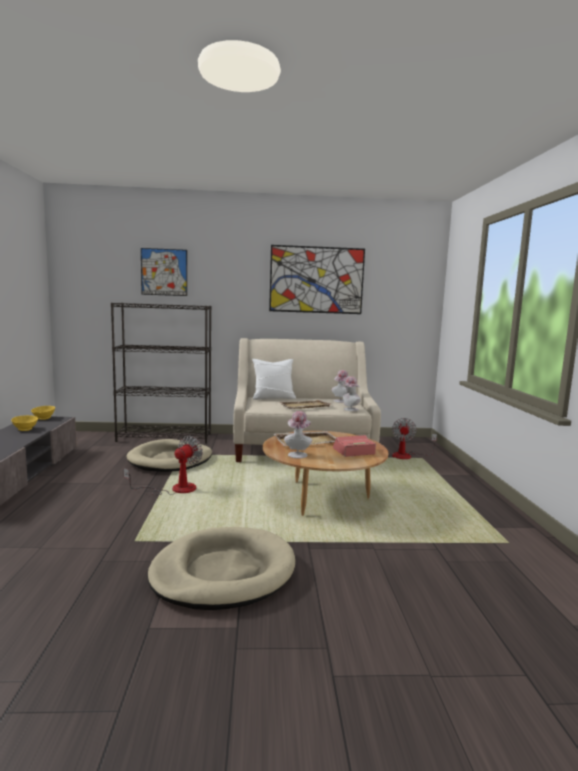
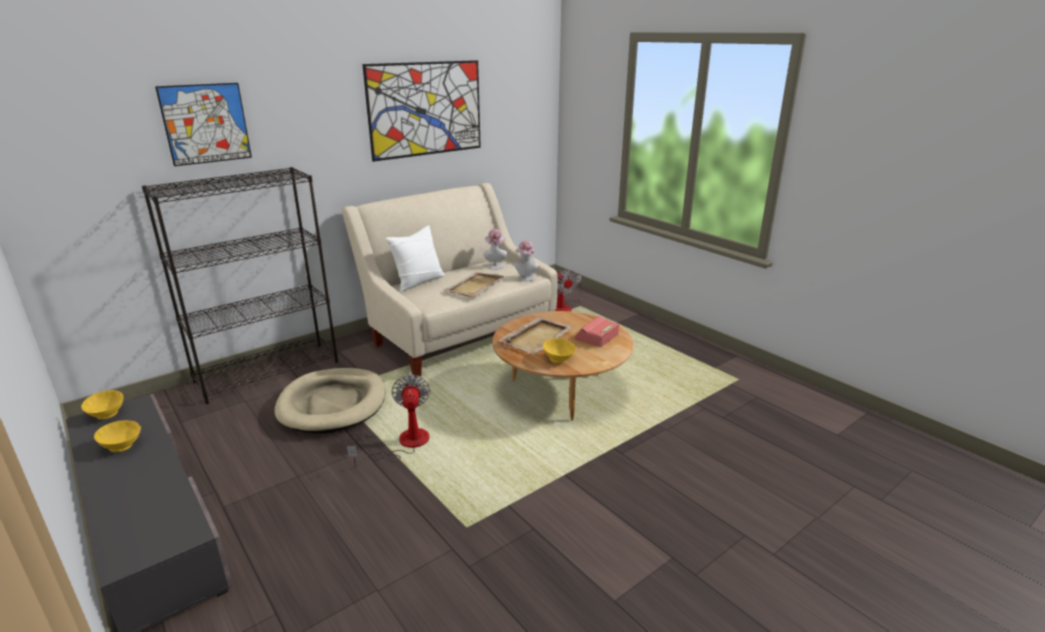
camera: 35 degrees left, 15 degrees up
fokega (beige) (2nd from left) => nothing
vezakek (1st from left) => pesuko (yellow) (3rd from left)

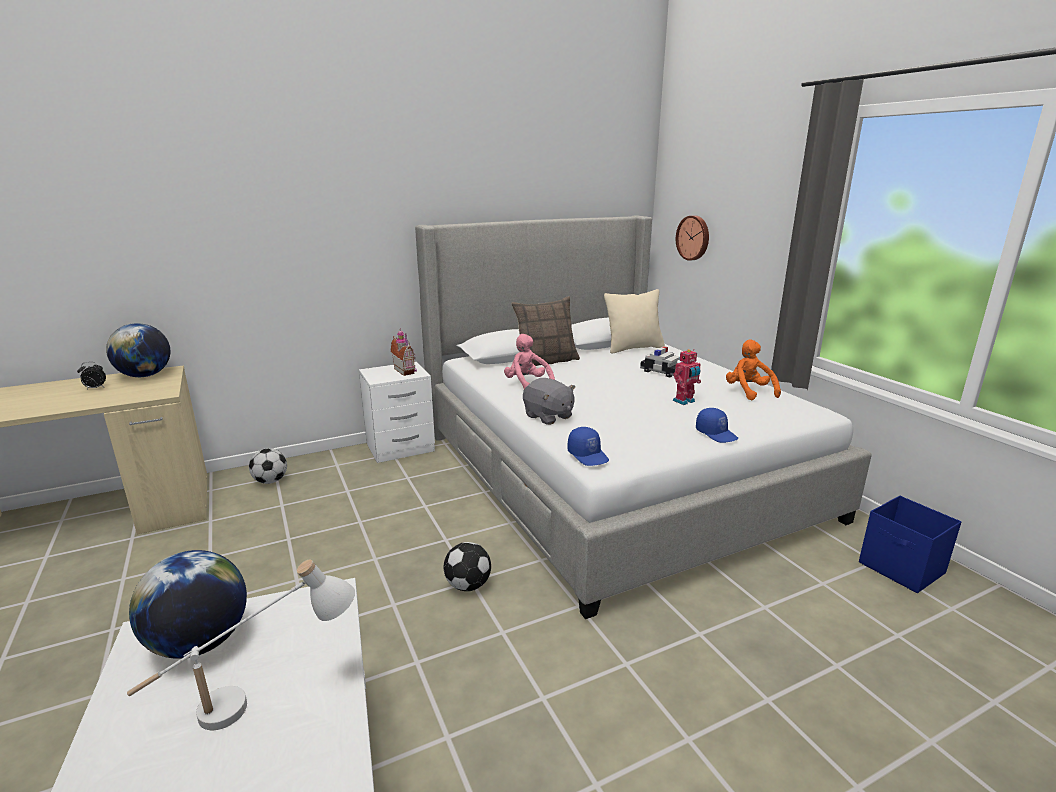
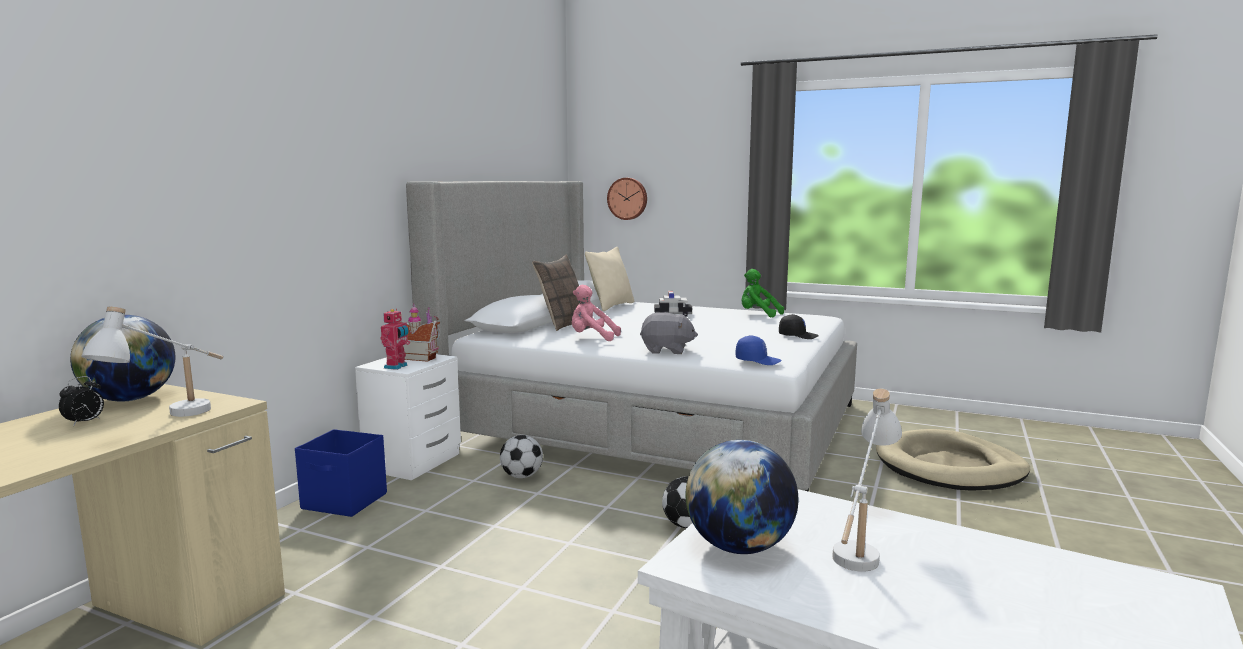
camera: 40 degrees left, 10 degrees down
nothing => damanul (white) (1st from left)
nothing => fokega (beige)
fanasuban (1st from left), moved
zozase, moved
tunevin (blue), moved
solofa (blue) (2nd from left) => solofa (black)
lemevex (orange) => lemevex (green)

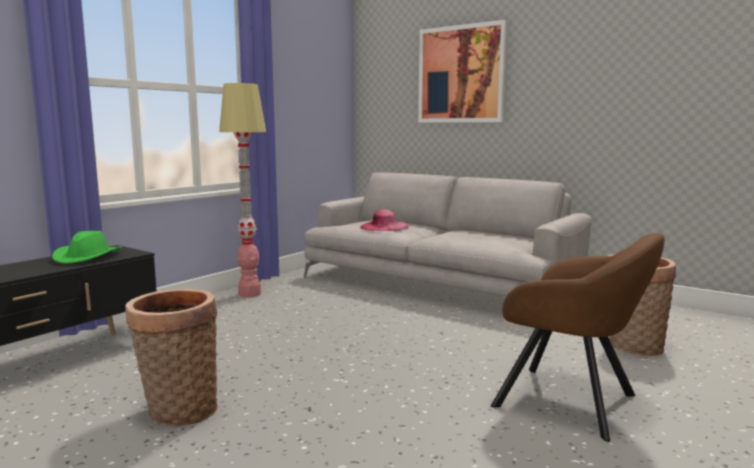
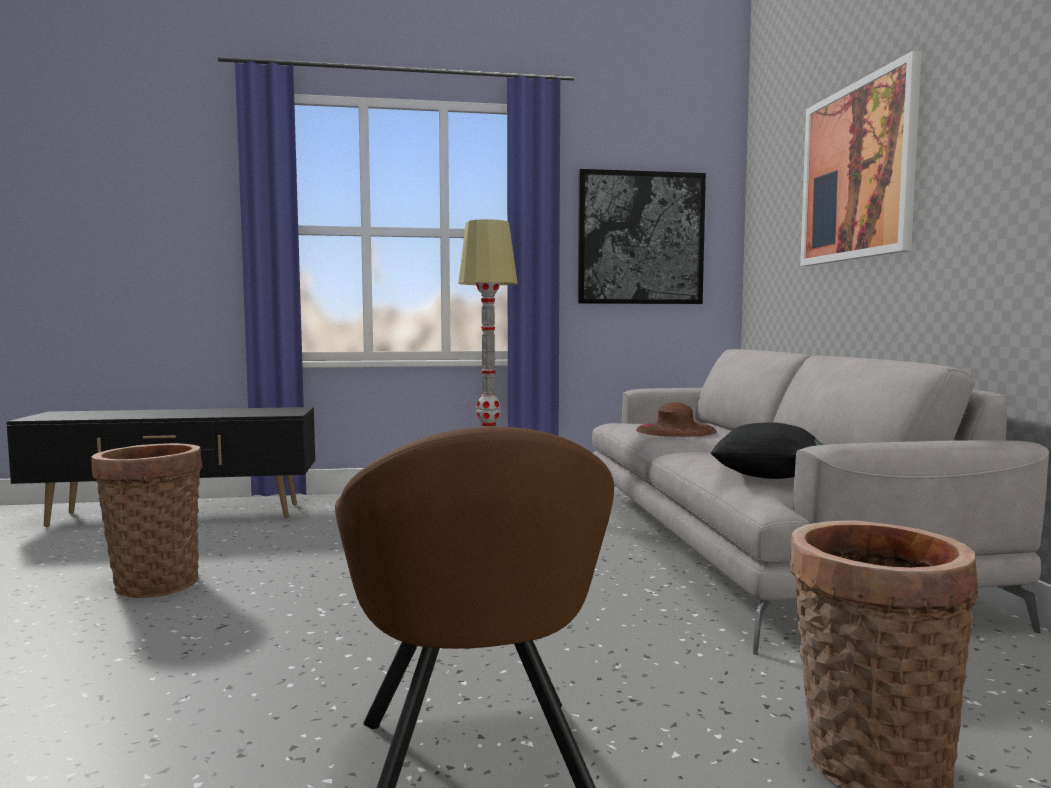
camera: 45 degrees right, 5 degrees down
vezakek (green) => nothing
nothing => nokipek (1st from left)
nothing => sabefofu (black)
vezakek (pink) => vezakek (brown)

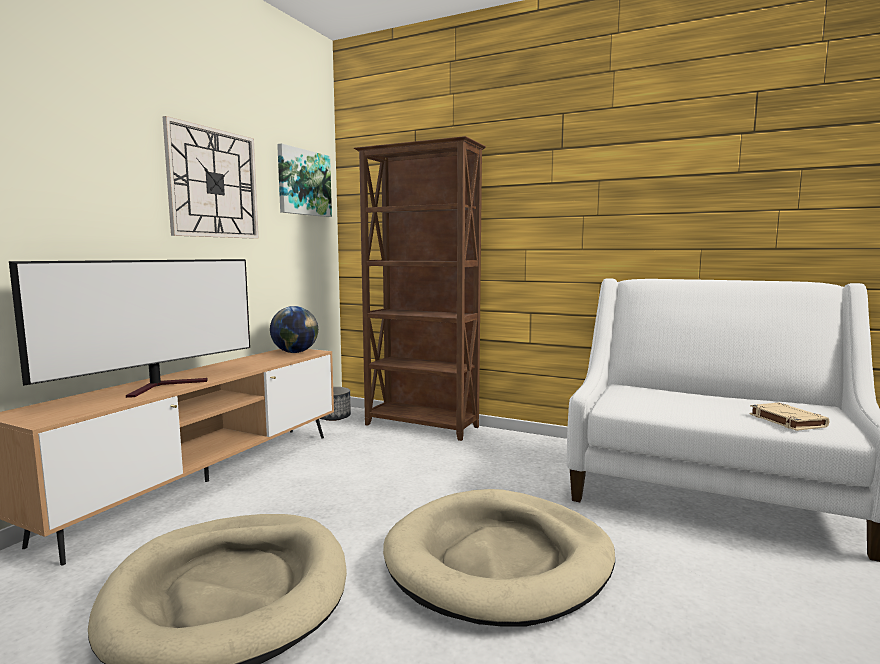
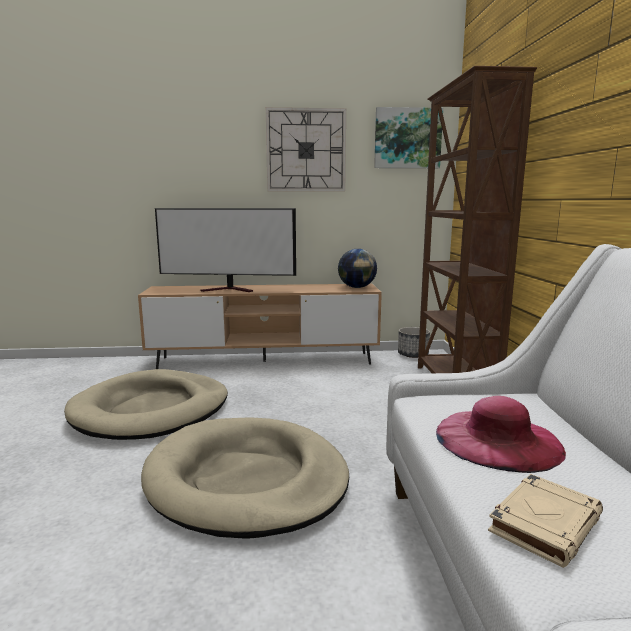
camera: 60 degrees right, 5 degrees up
nothing => vezakek (pink)

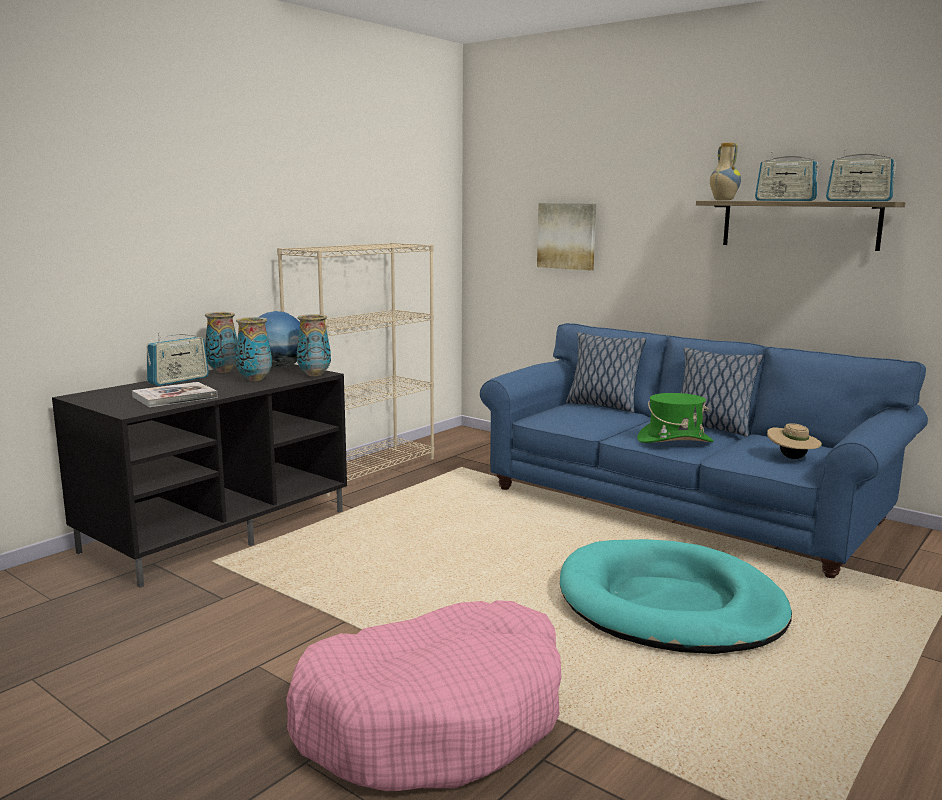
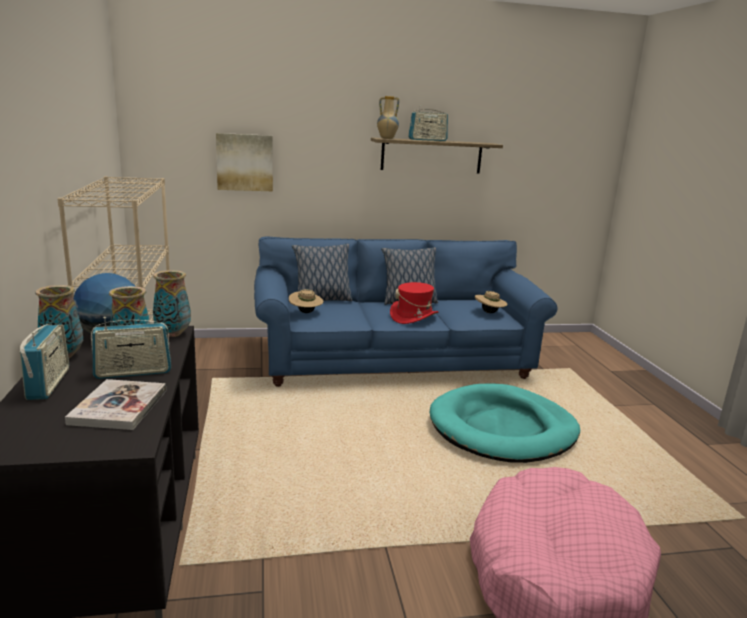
camera: 50 degrees left, 5 degrees up
nothing => vezakek (beige) (1st from left)
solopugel (3rd from left in the first image) => solopugel (2nd from left), moved
vezakek (green) => vezakek (red)

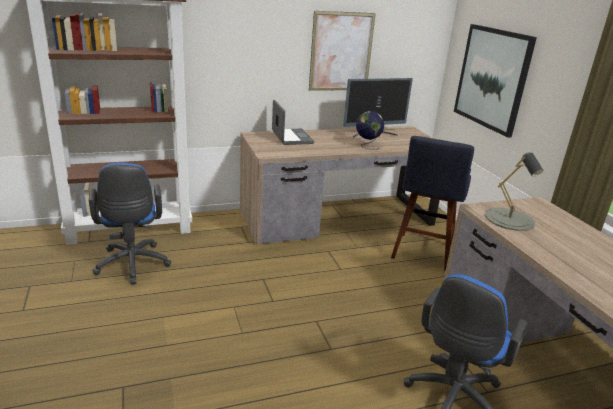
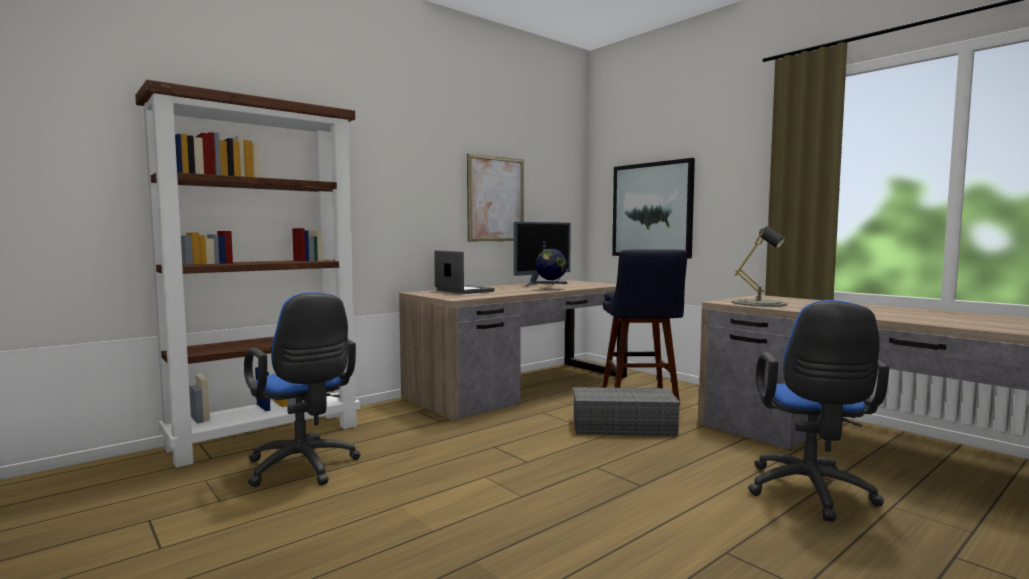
camera: 20 degrees left, 20 degrees down
nothing => tunevin (grey)

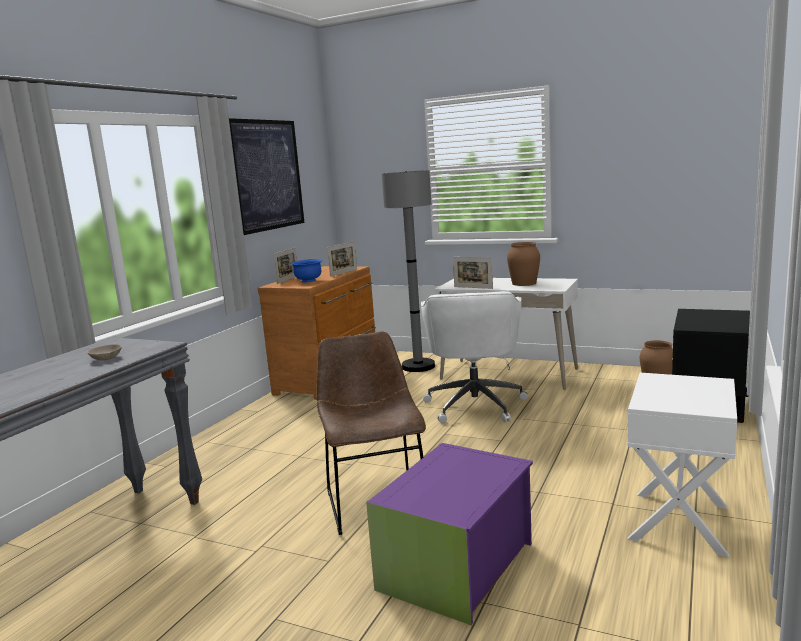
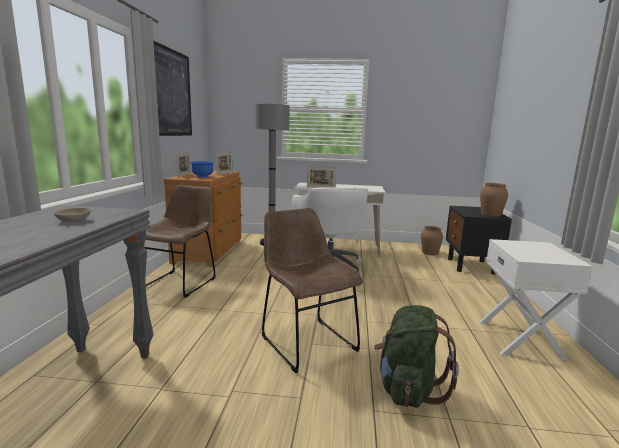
camera: 20 degrees left, 0 degrees up
nothing => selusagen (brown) (1st from left)
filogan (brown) (1st from left in the first image) => filogan (brown) (2nd from left), moved
tunevin (purple) => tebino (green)

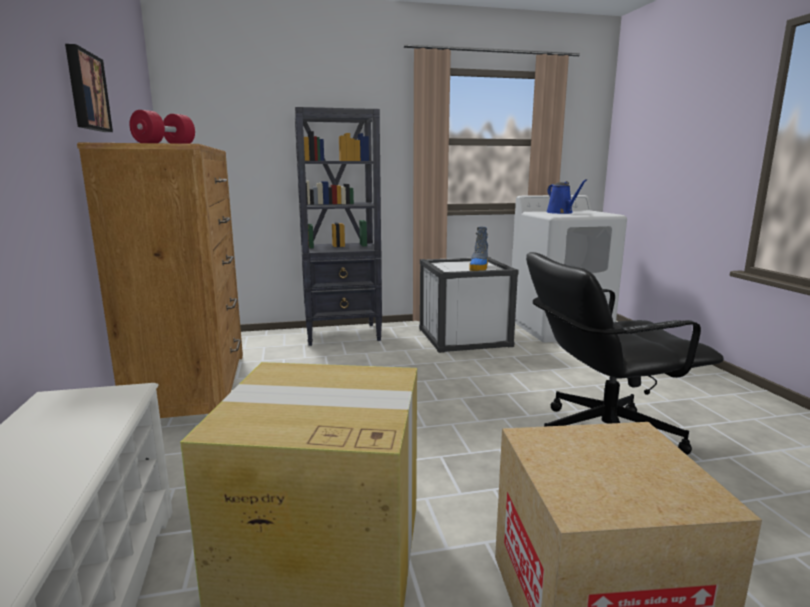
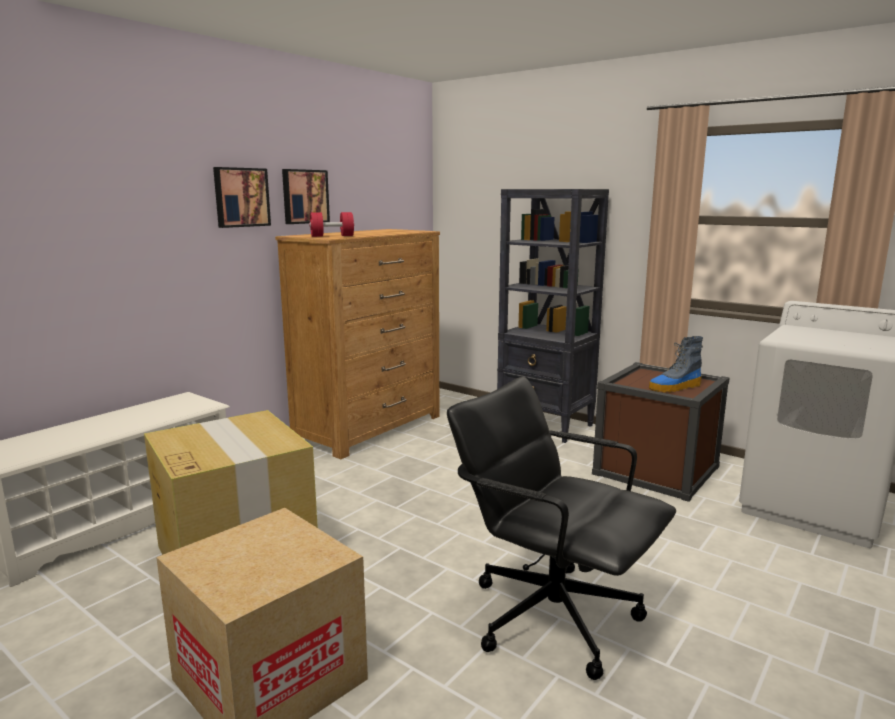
camera: 50 degrees right, 0 degrees up
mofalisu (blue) => nothing
nothing => nokipek (1st from left)
tunevin (white) => tunevin (brown)

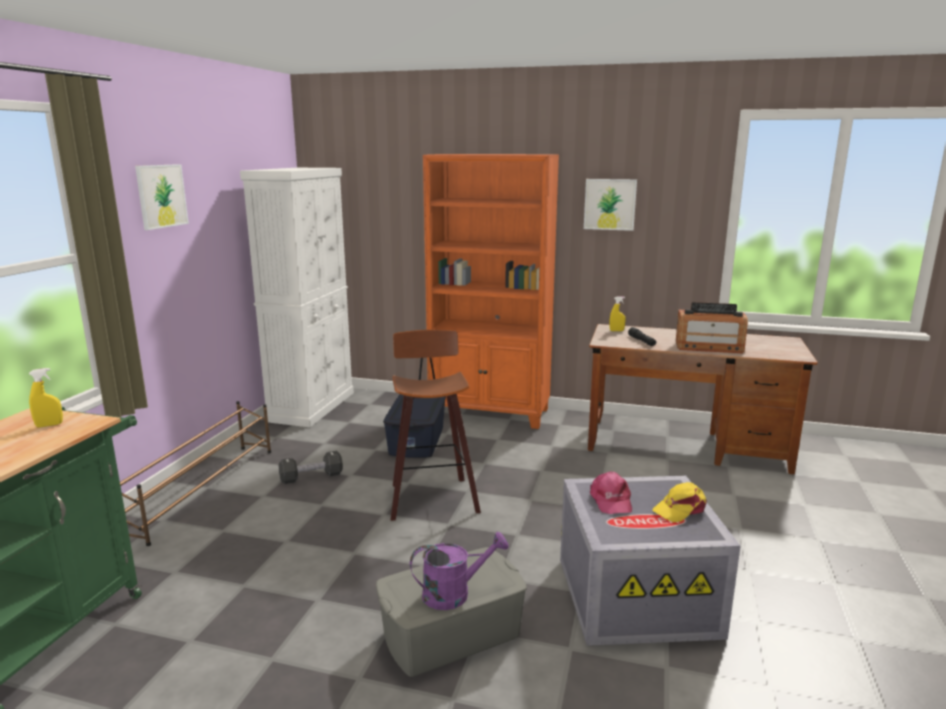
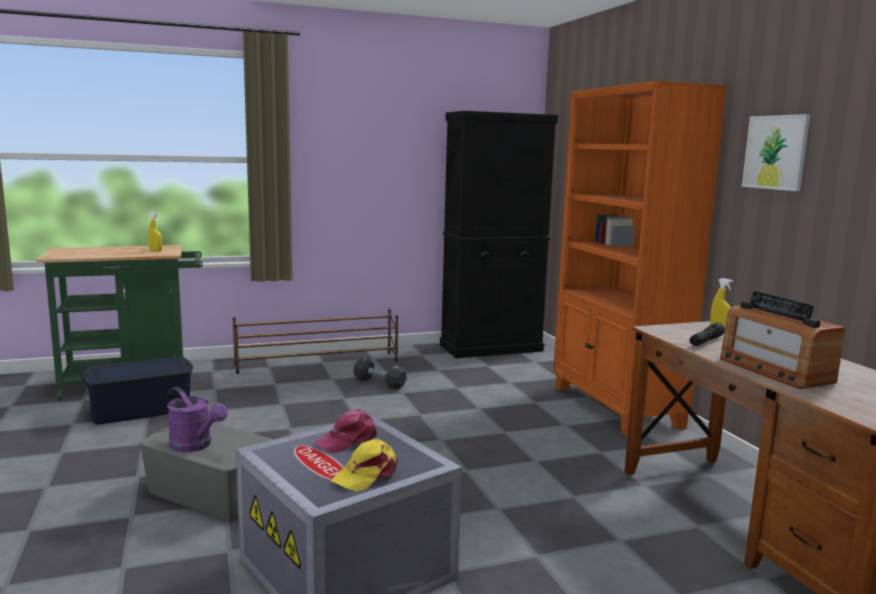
camera: 55 degrees right, 5 degrees down
nokipek (1st from left) => nothing
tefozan => nothing
tunevin (blue), moved
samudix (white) => samudix (black)
solofa (yellow), 75 degrees counterclockwise

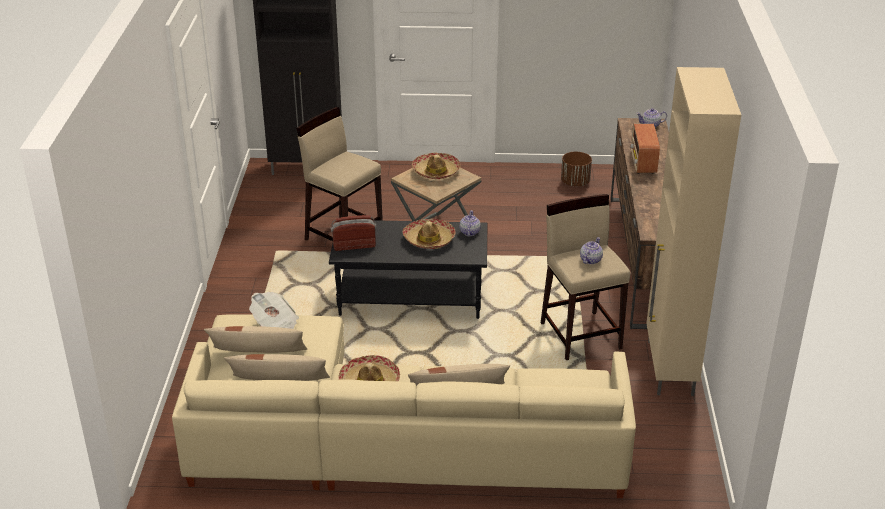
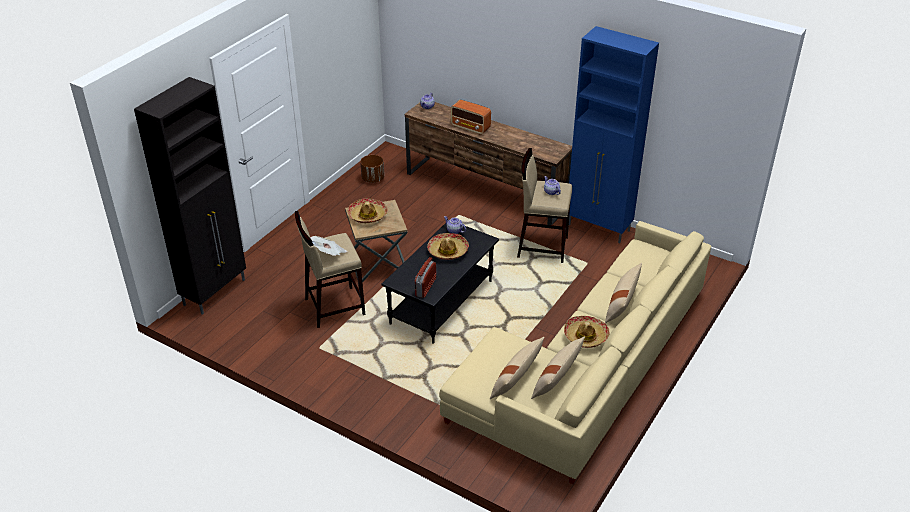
camera: 60 degrees left, 5 degrees up
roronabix, moved
samudix (beige) => samudix (blue)

